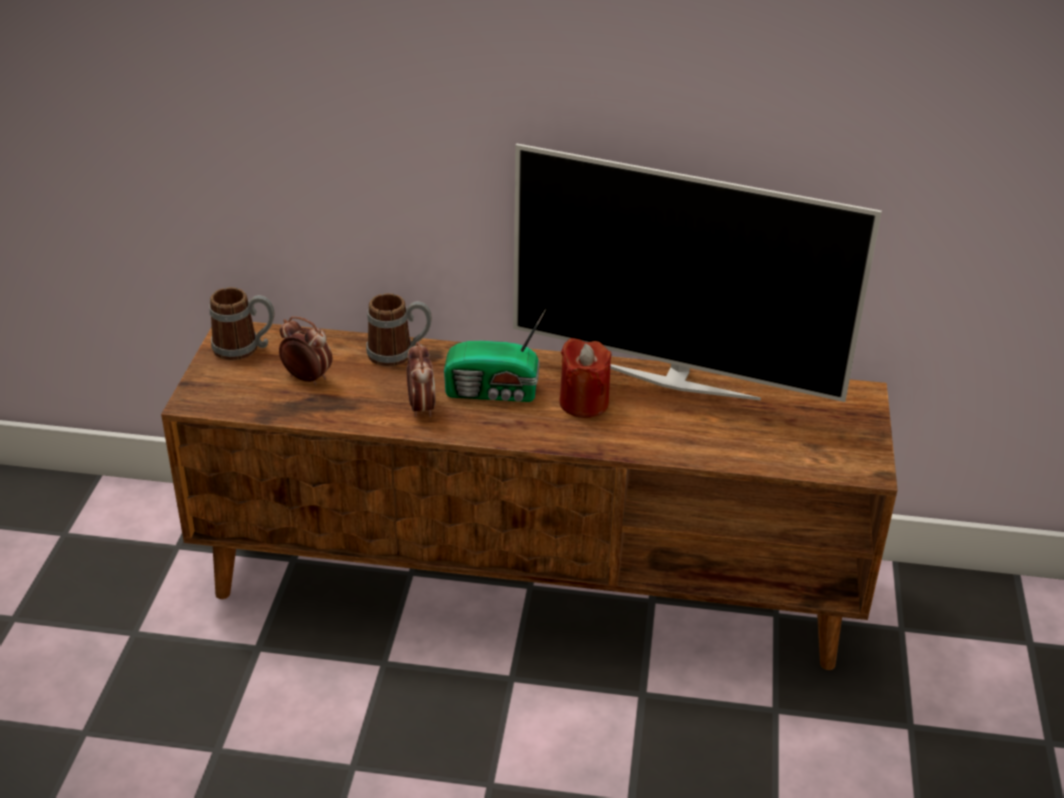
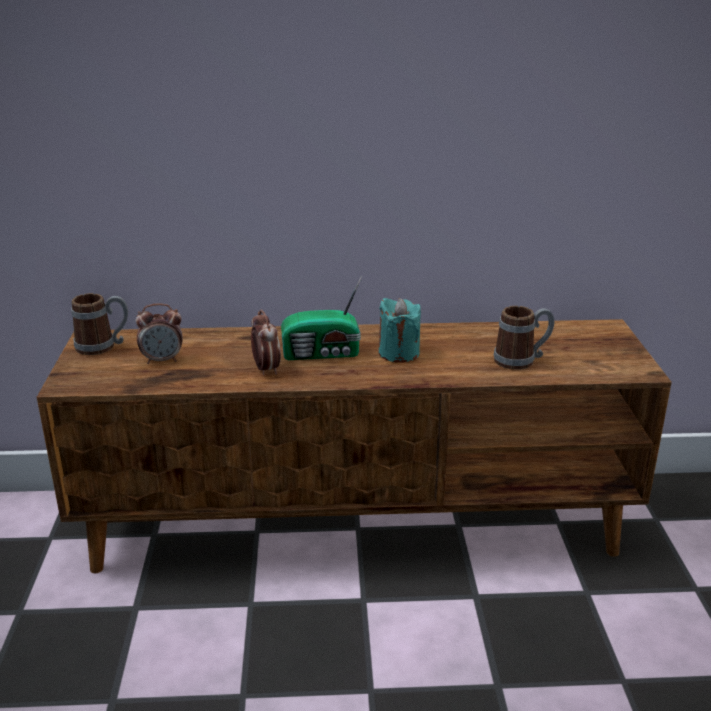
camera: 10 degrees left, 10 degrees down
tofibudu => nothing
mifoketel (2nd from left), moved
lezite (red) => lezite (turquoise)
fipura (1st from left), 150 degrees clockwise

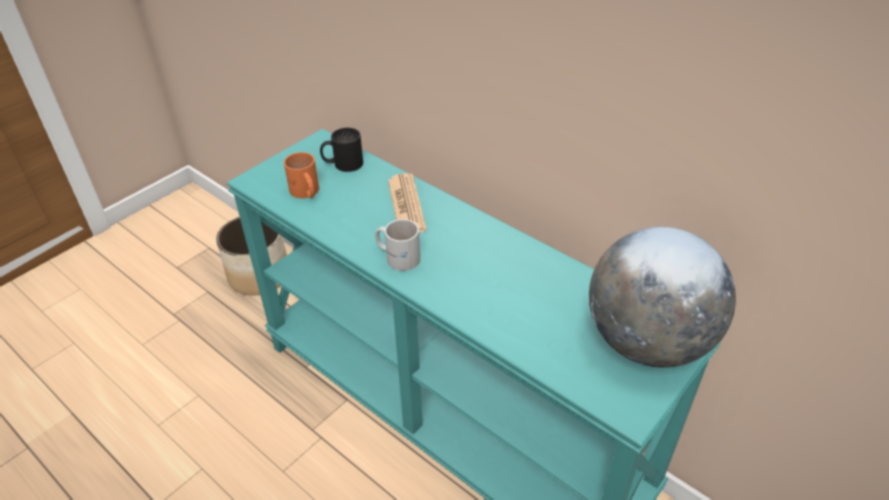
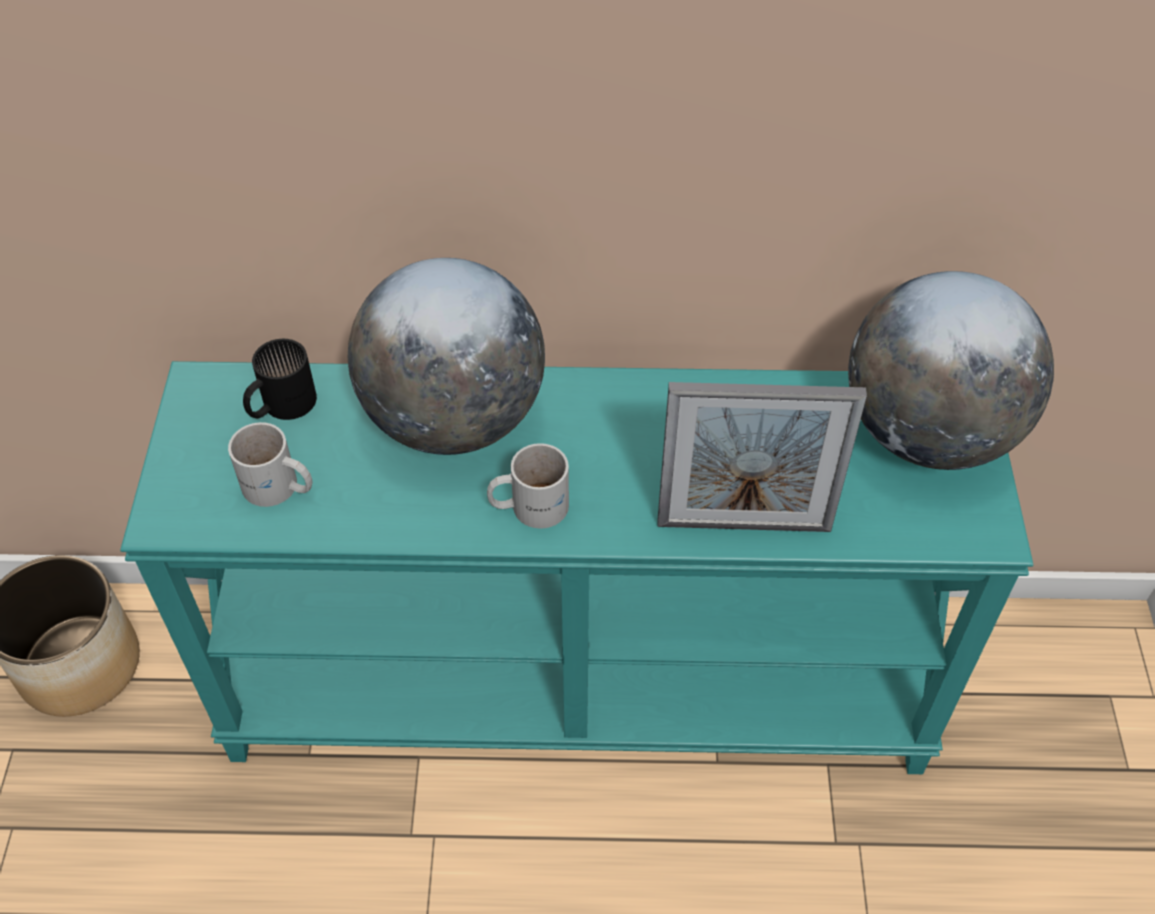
camera: 40 degrees left, 10 degrees up
nothing => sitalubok
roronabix => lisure (1st from left)
mifoketel (orange) => mifoketel (white) (1st from left)

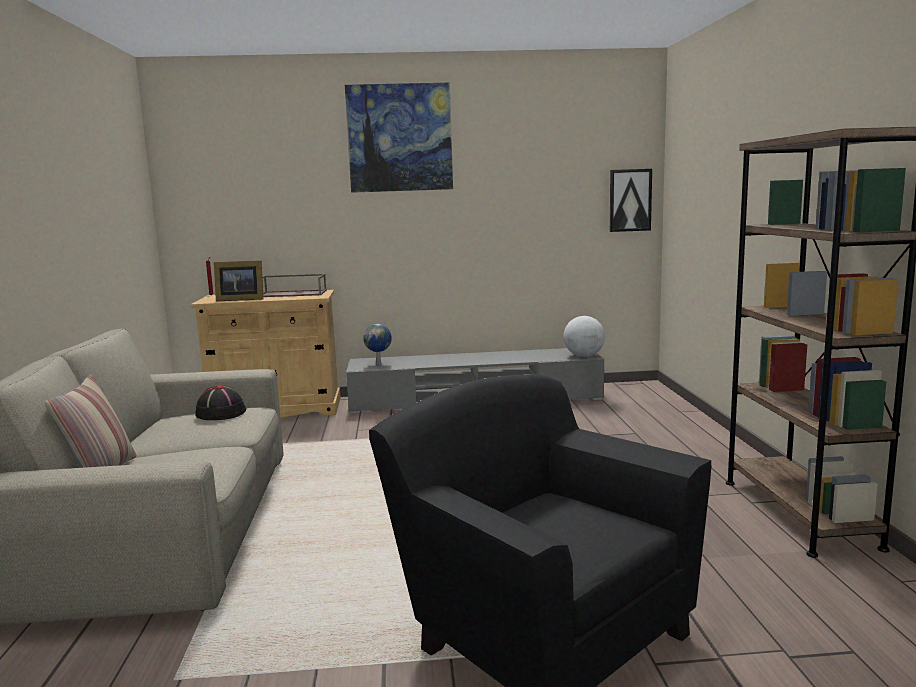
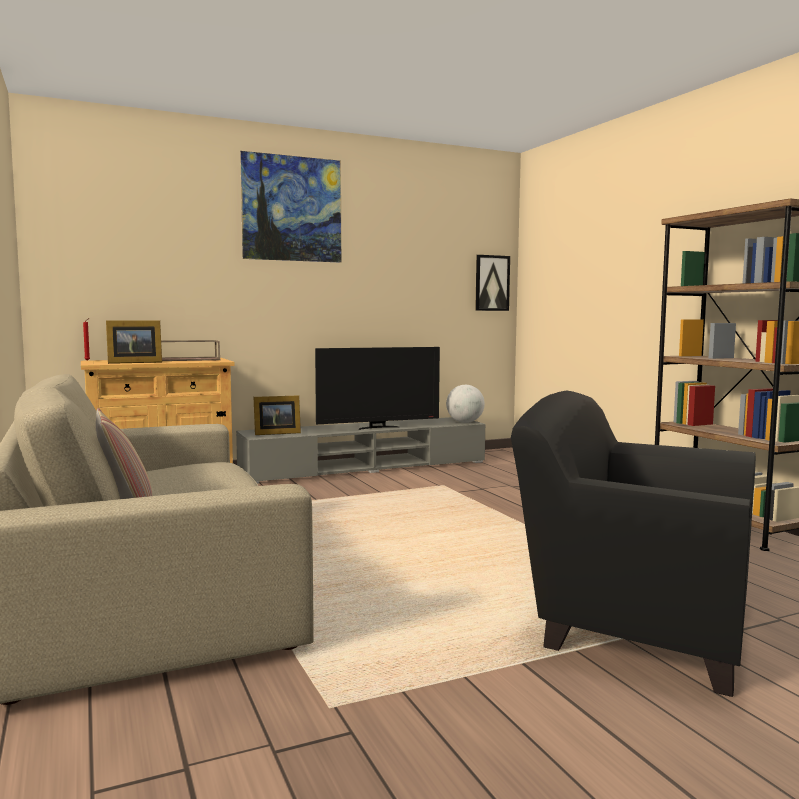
camera: 20 degrees left, 5 degrees down
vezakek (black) => nothing
nothing => tofibudu
lisure (1st from left) => sitalubok (2nd from left)

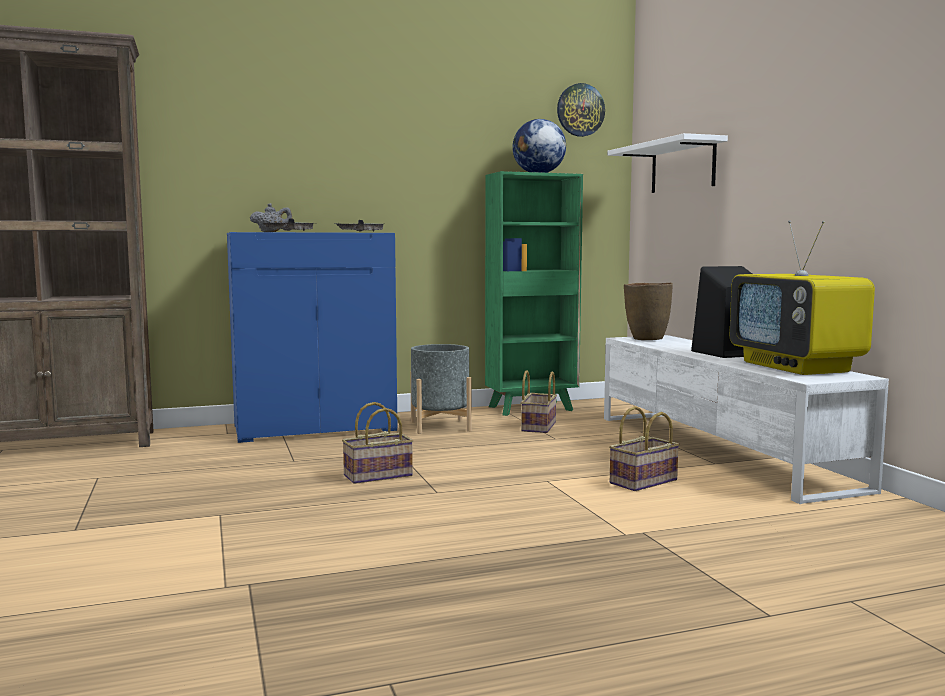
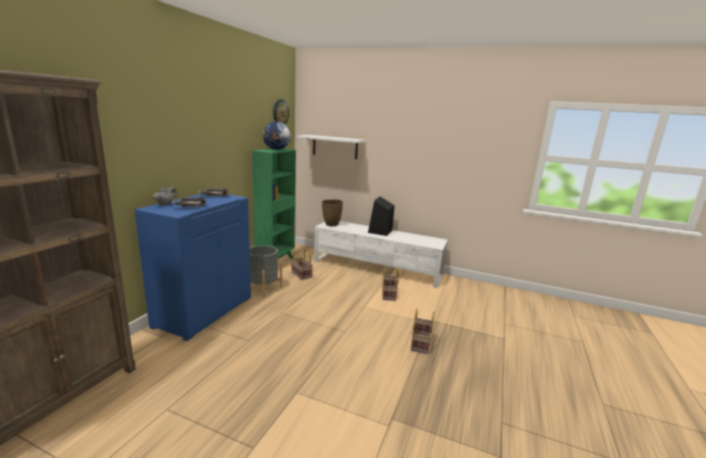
camera: 50 degrees left, 10 degrees up
tofibudu => nothing
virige (1st from left in the first image) => virige (3rd from left), moved

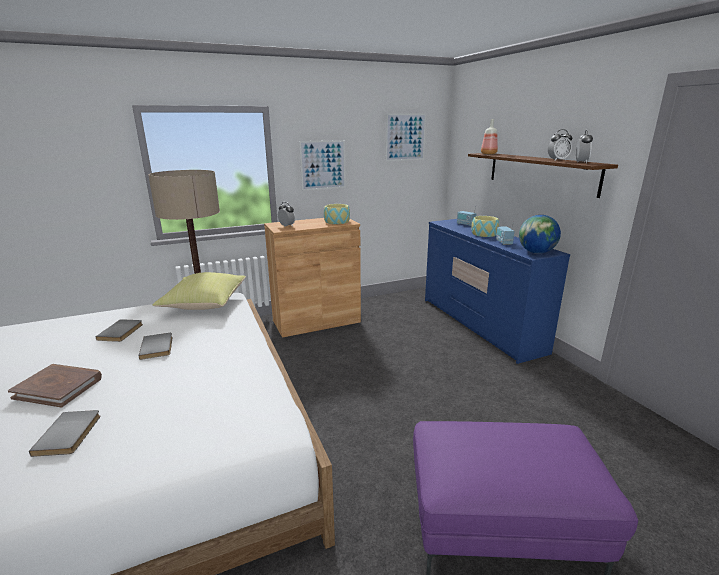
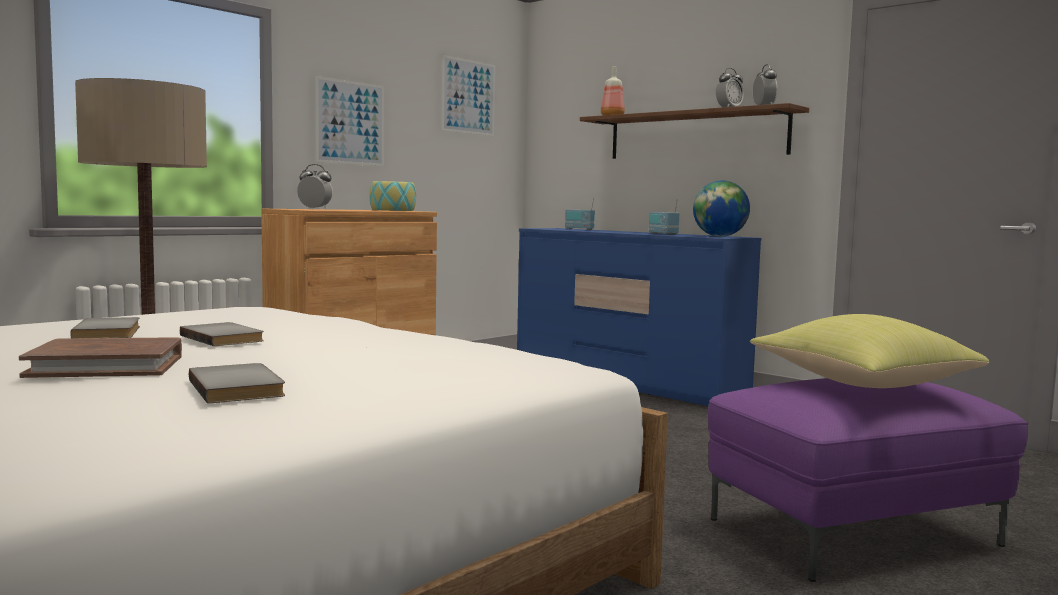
camera: 25 degrees left, 15 degrees down
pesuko (2nd from left) => nothing
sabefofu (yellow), moved

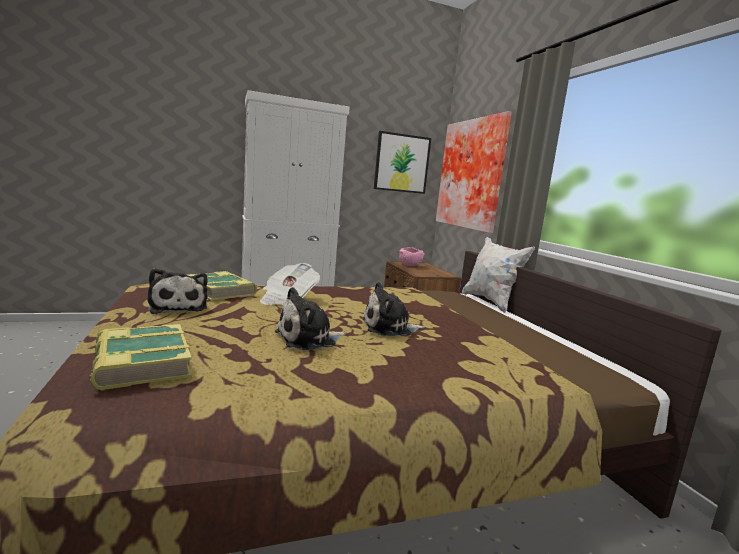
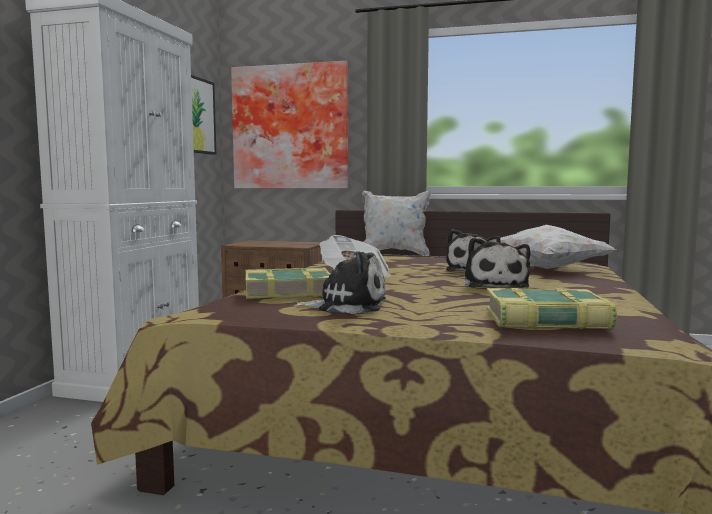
camera: 55 degrees left, 5 degrees down
pesuko (pink) => nothing
nothing => sabefofu (white) (2nd from left)

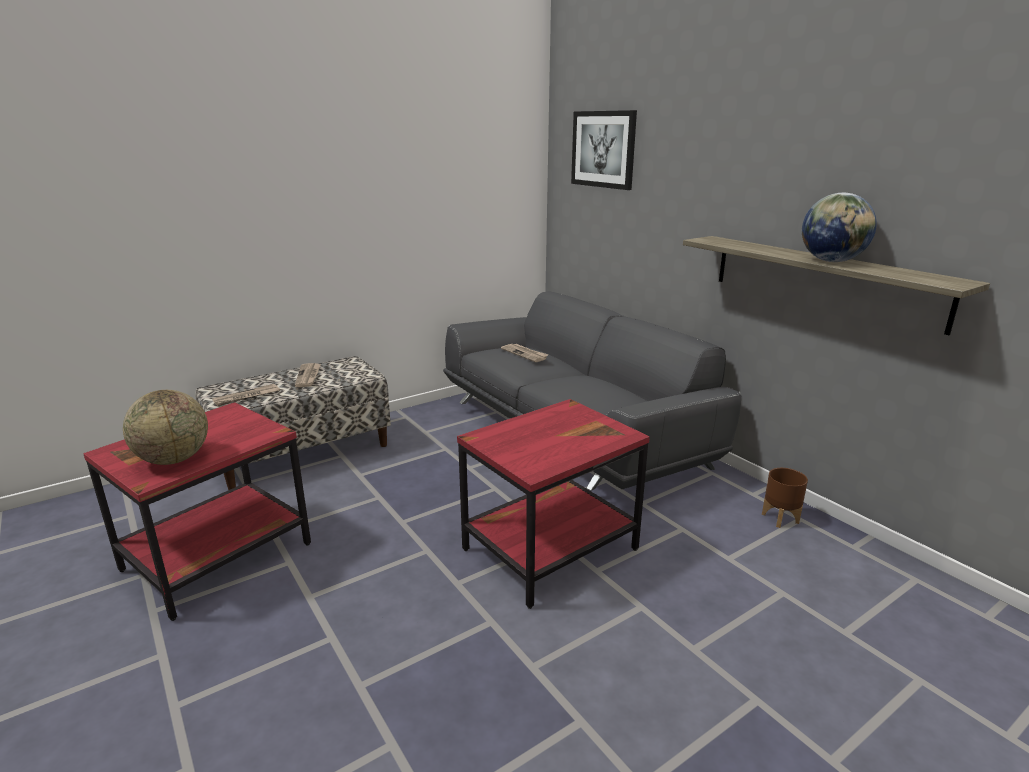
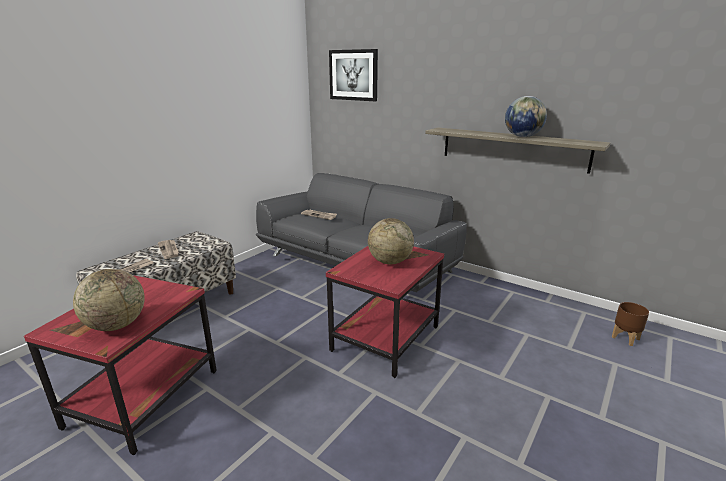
camera: 20 degrees left, 0 degrees up
nothing => lisure (2nd from left)
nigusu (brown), moved

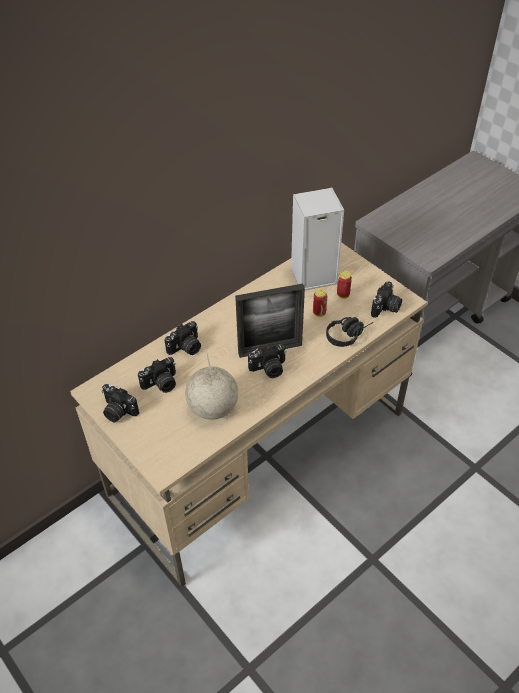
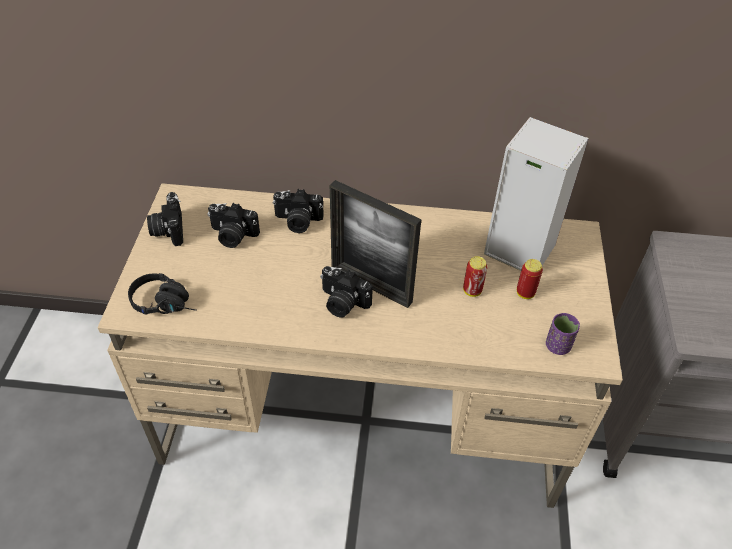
camera: 45 degrees right, 0 degrees up
lisure => nothing
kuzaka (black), moved
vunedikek (5th from left) => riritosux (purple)

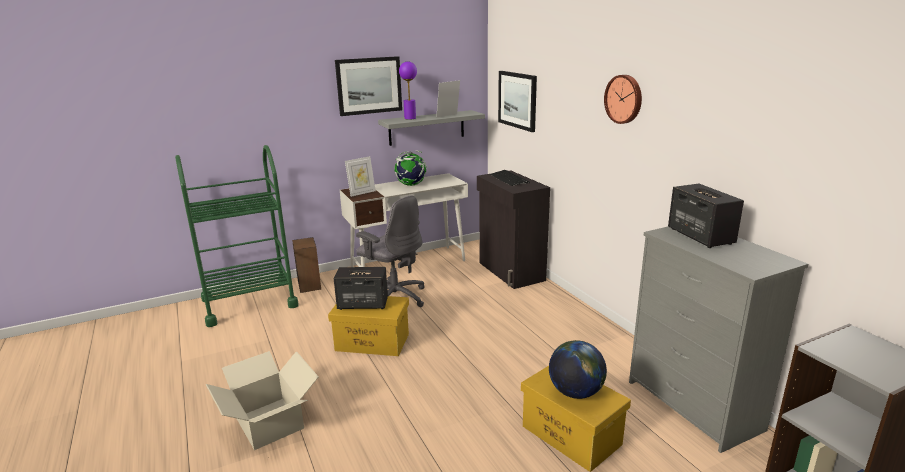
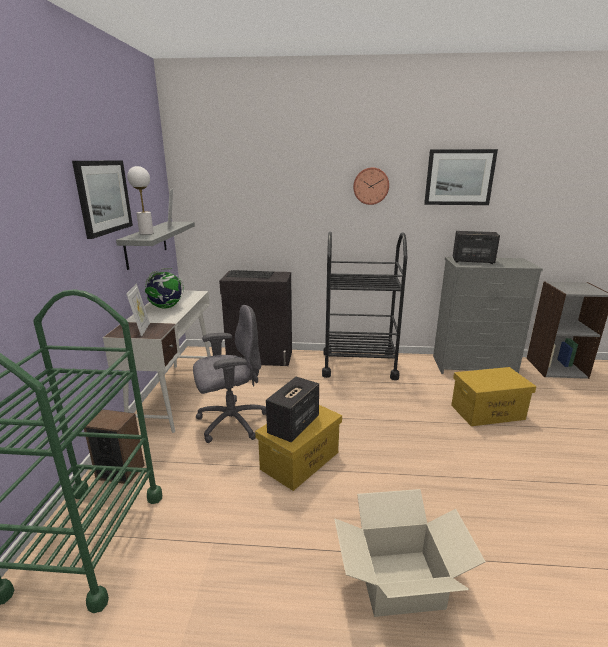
camera: 60 degrees left, 0 degrees up
lisure (2nd from left) => nothing
nothing => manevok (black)
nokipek (2nd from left), moved
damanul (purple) => damanul (white)

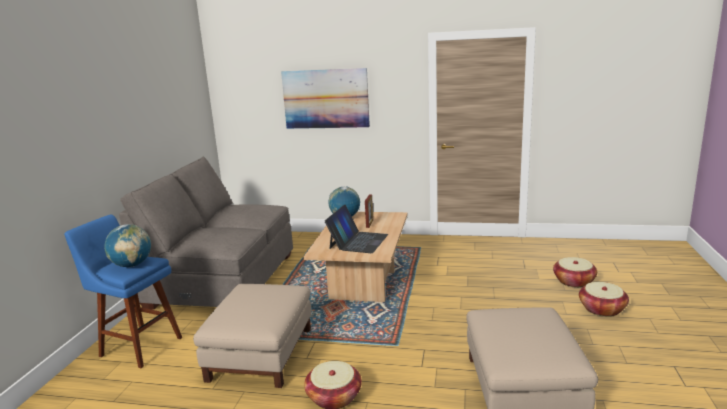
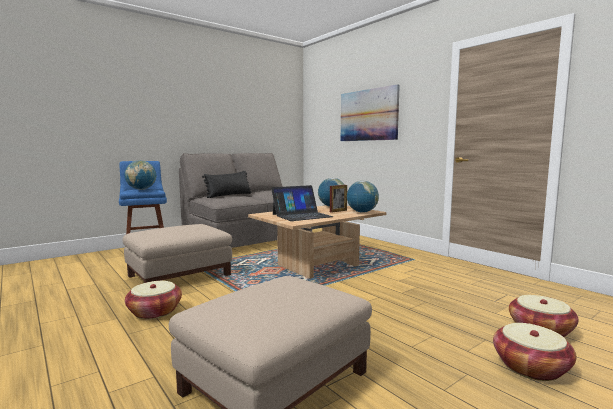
camera: 40 degrees right, 10 degrees down
nothing => sabefofu (black)
nothing => lisure (3rd from left)

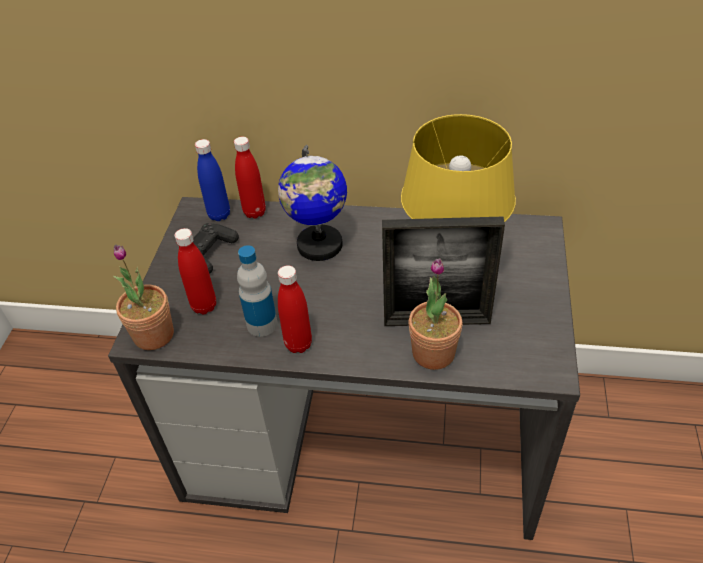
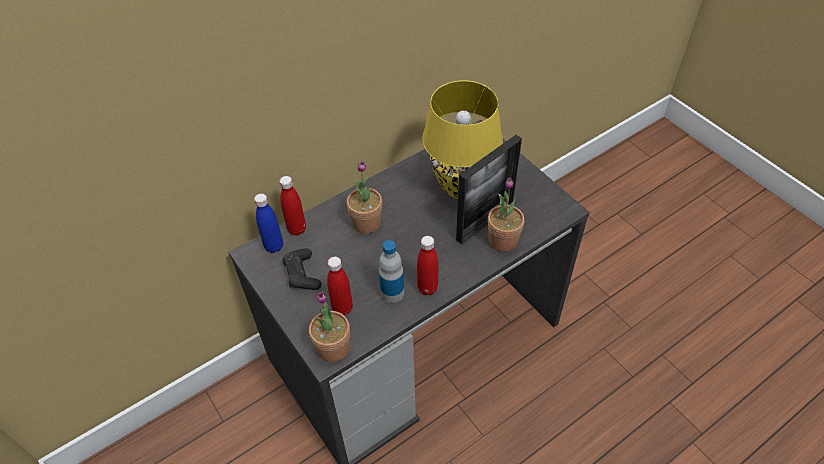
camera: 45 degrees left, 5 degrees up
lisure => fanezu (2nd from left)

